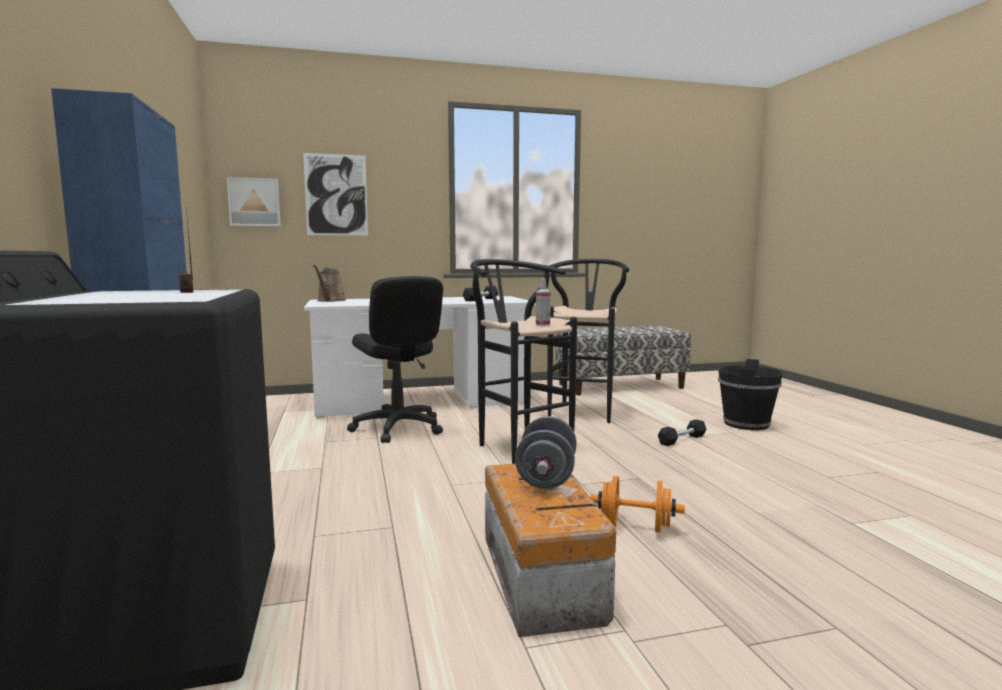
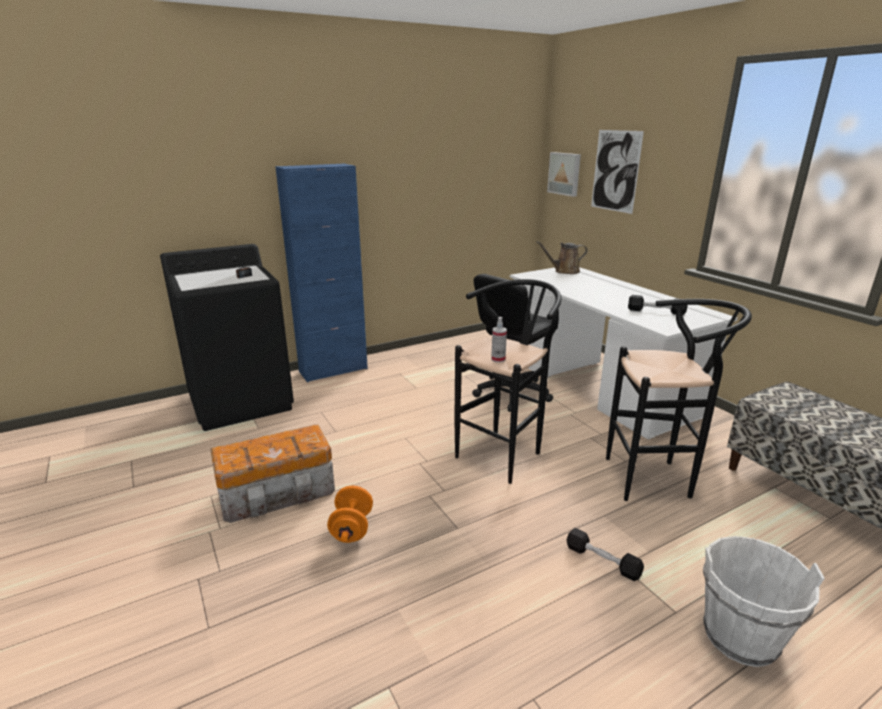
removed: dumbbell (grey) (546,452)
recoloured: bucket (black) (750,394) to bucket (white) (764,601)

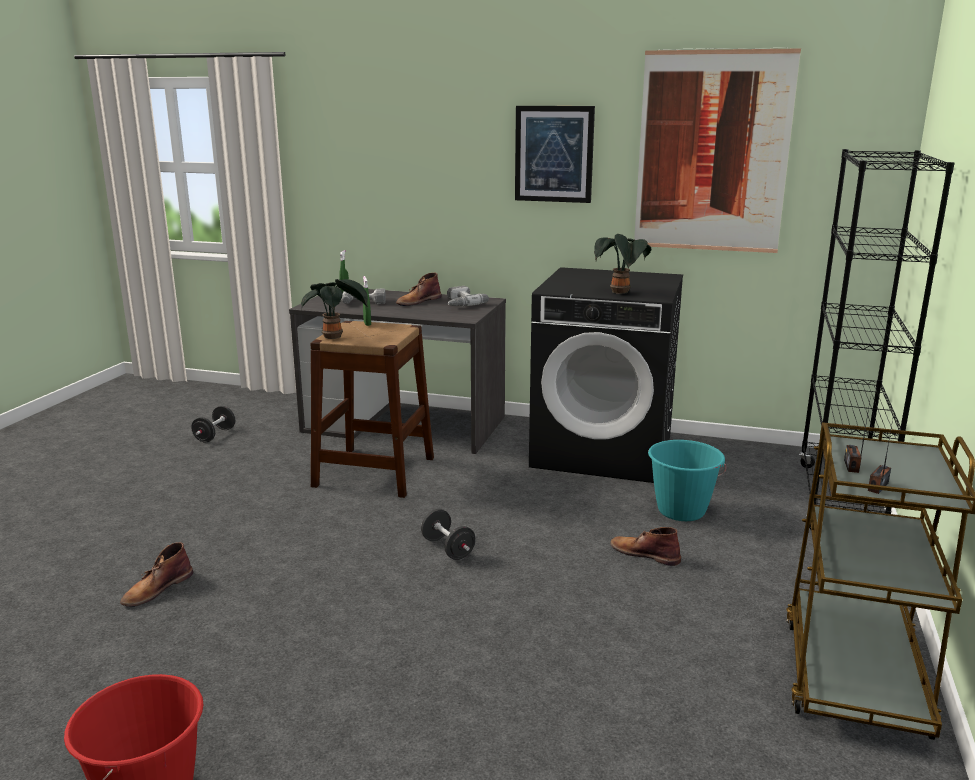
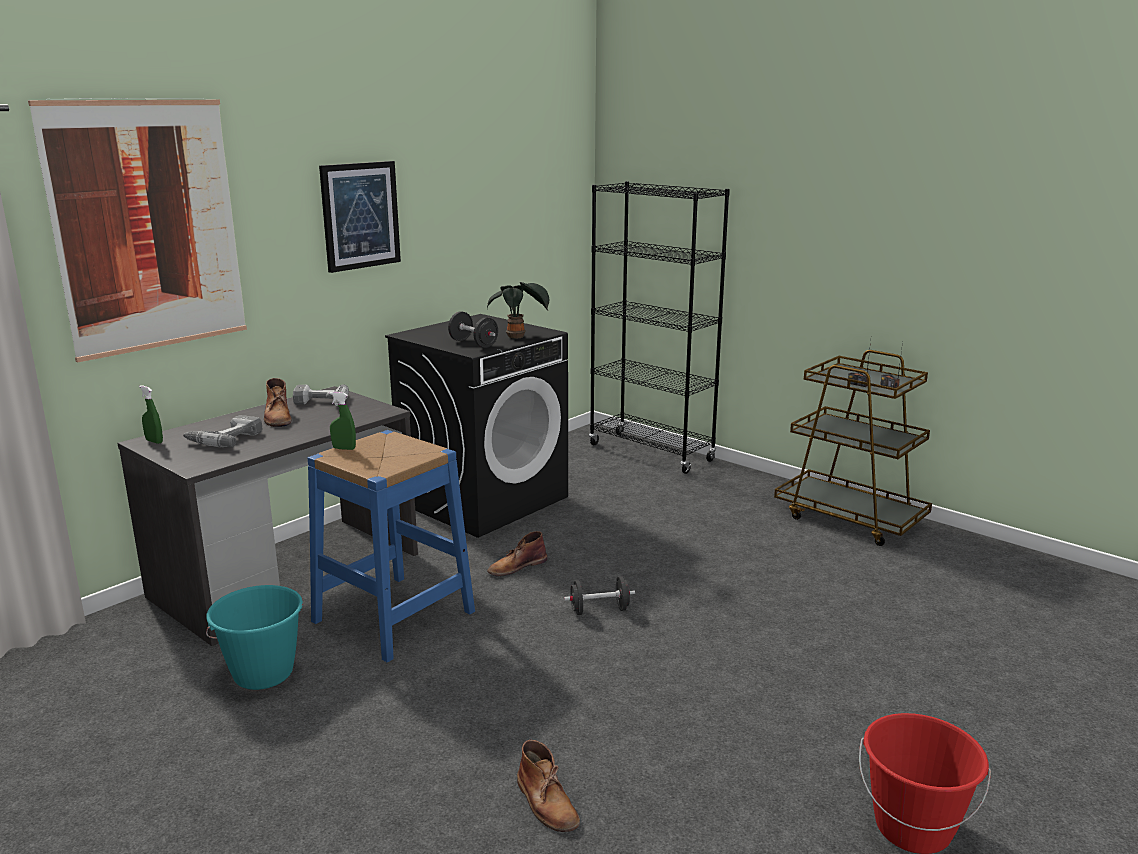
removed: potted plant (334,309)
moved: picture (717,150) to (137,230); bucket (turquoise) (687,480) to (254,637); dumbbell (black) (213,424) to (473,329); boot (brown) (645,546) to (517,553)
recoloured: stool (brown) (372,409) to stool (blue) (391,546)

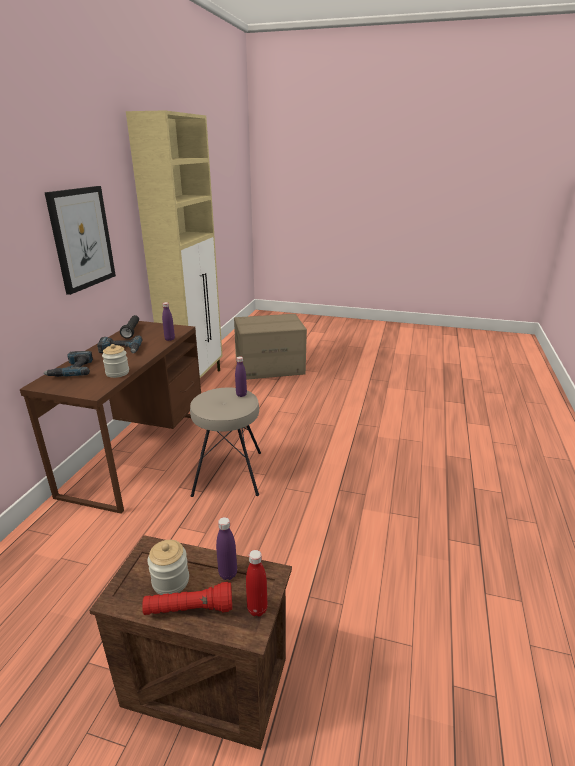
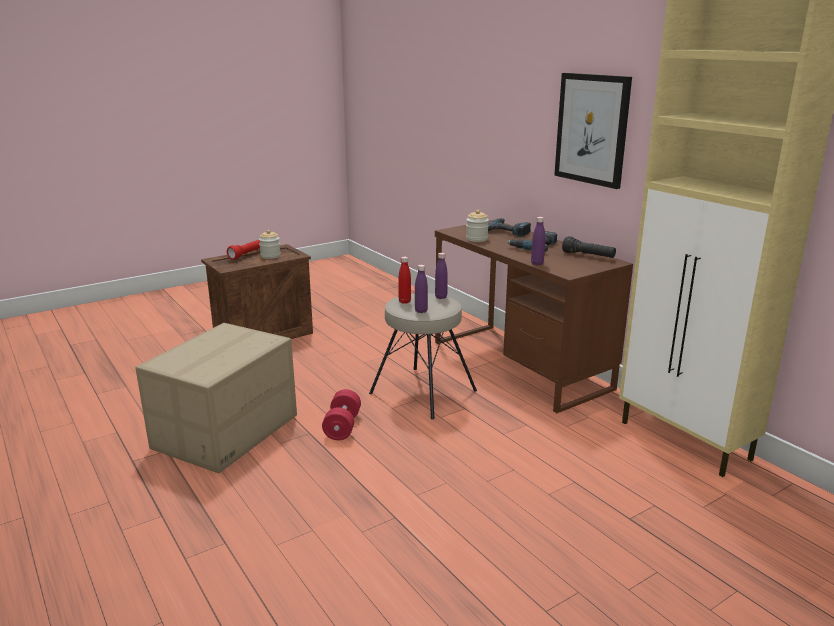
added: dumbbell (red) (341,414)
moved: cardboard box (270,347) to (216,398); bottle (red) (257,583) to (404,280); bottle (purple) (226,548) to (441,276)

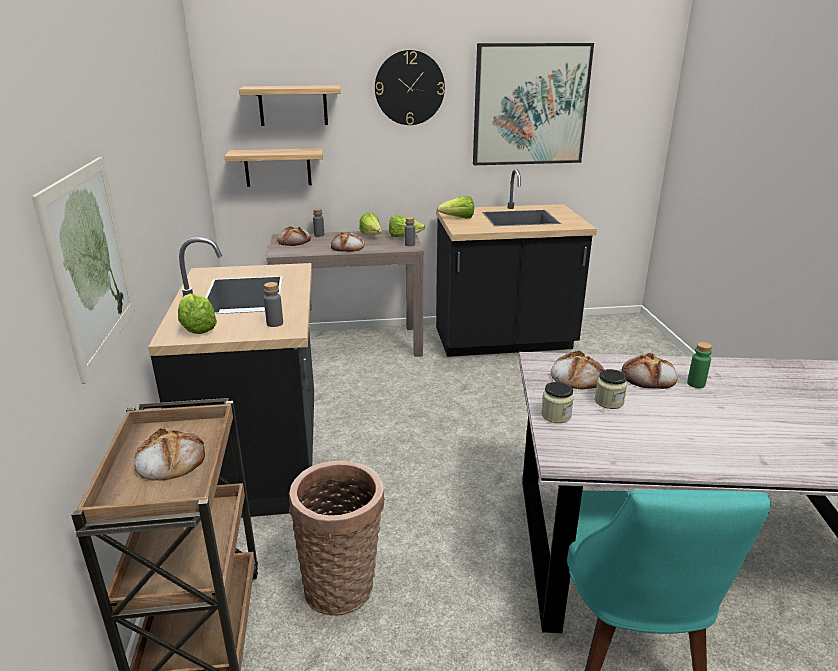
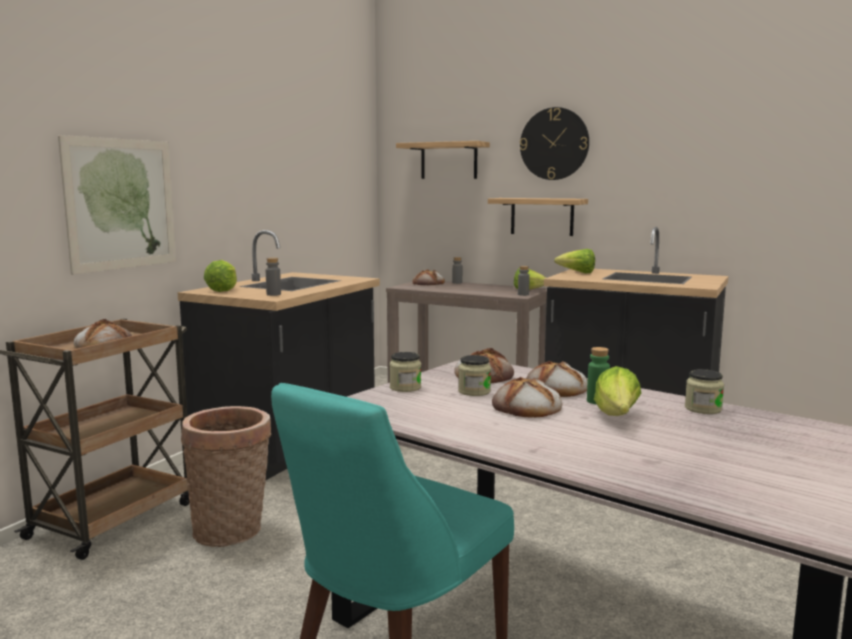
removed: picture (533,104)
added: jar (704,391)
moved: shelf (273,167) to (538,217); bread (348,242) to (527,397); lettuce (370,224) to (617,391)

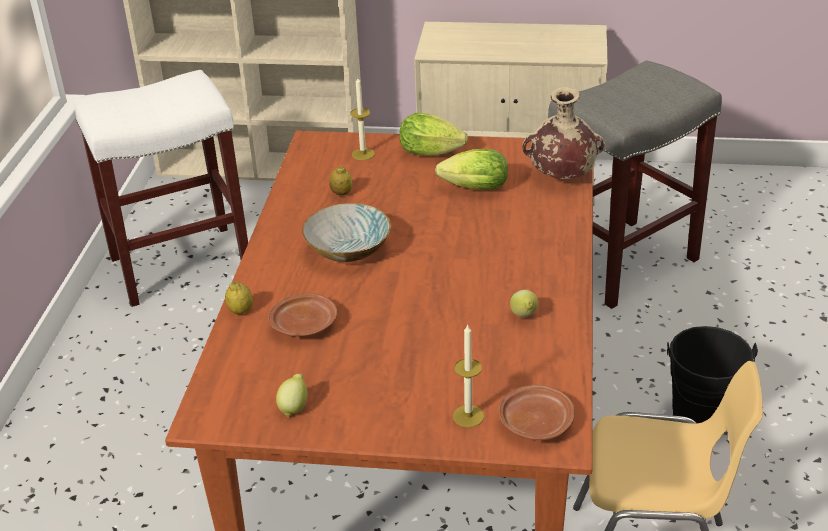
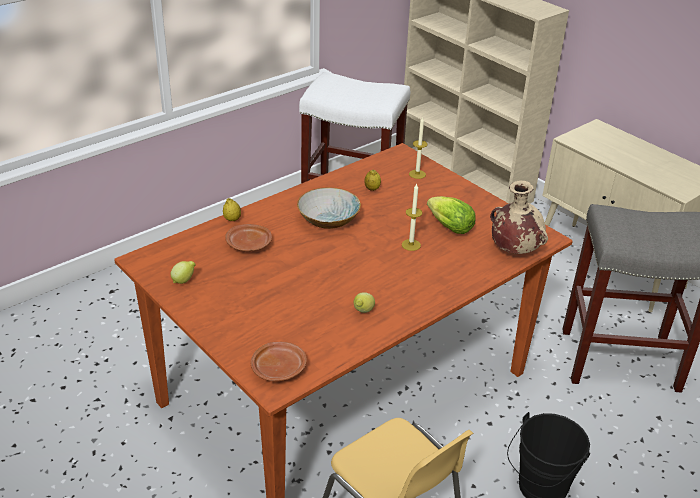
removed: lettuce (433,134)
moved: candle (468,375) to (412,217)

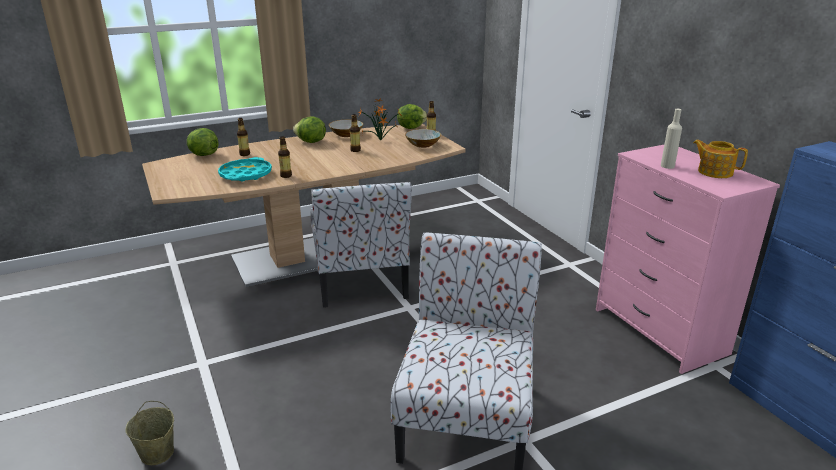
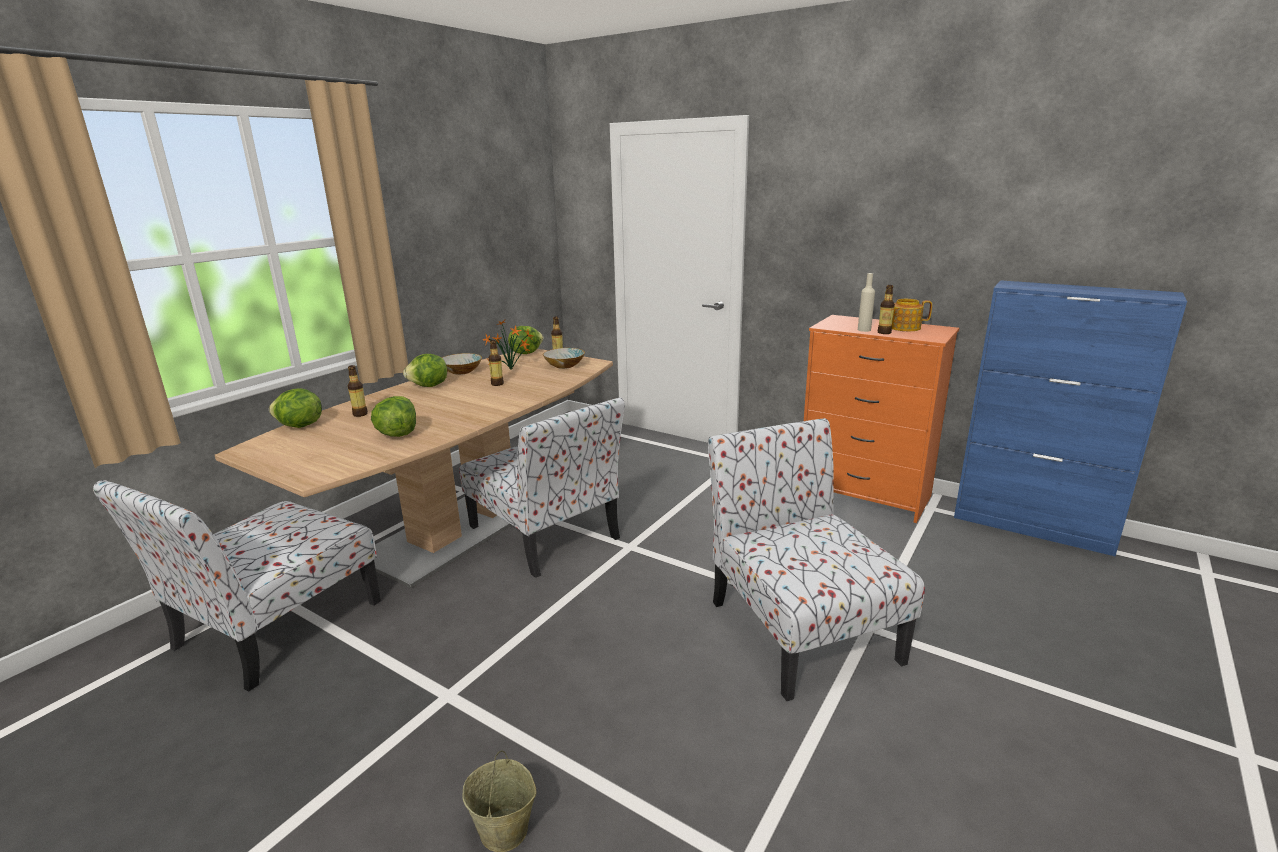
added: chair (237,586)
moved: bottle (285,157) to (886,309)
replaced: tray (turquoise) (245,169) to lettuce (393,416)
recoloured: dresser (pink) (688,259) to dresser (orange) (881,419)

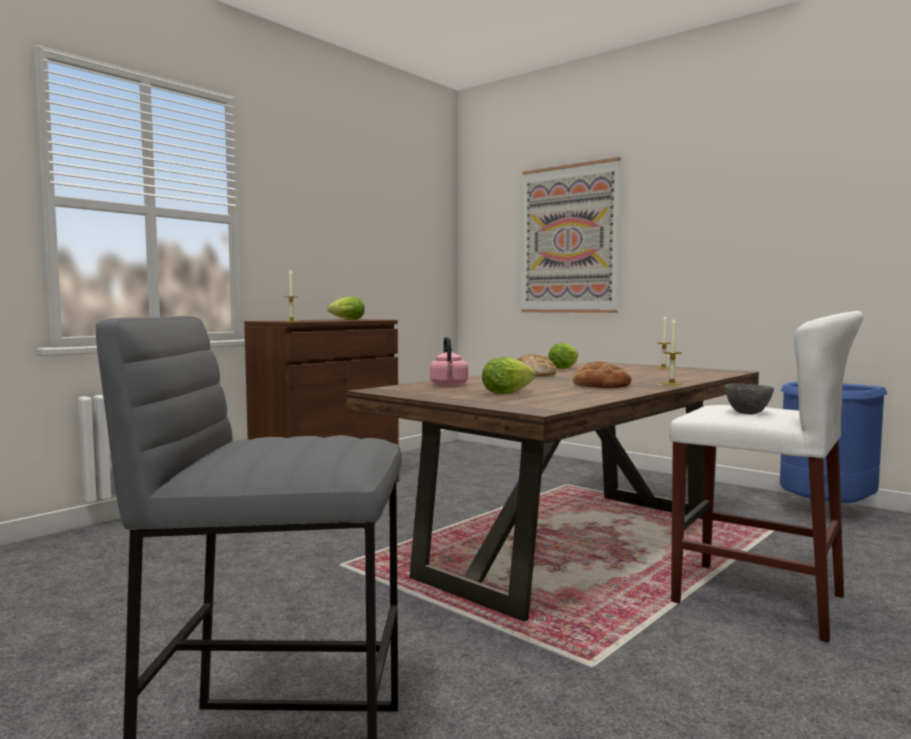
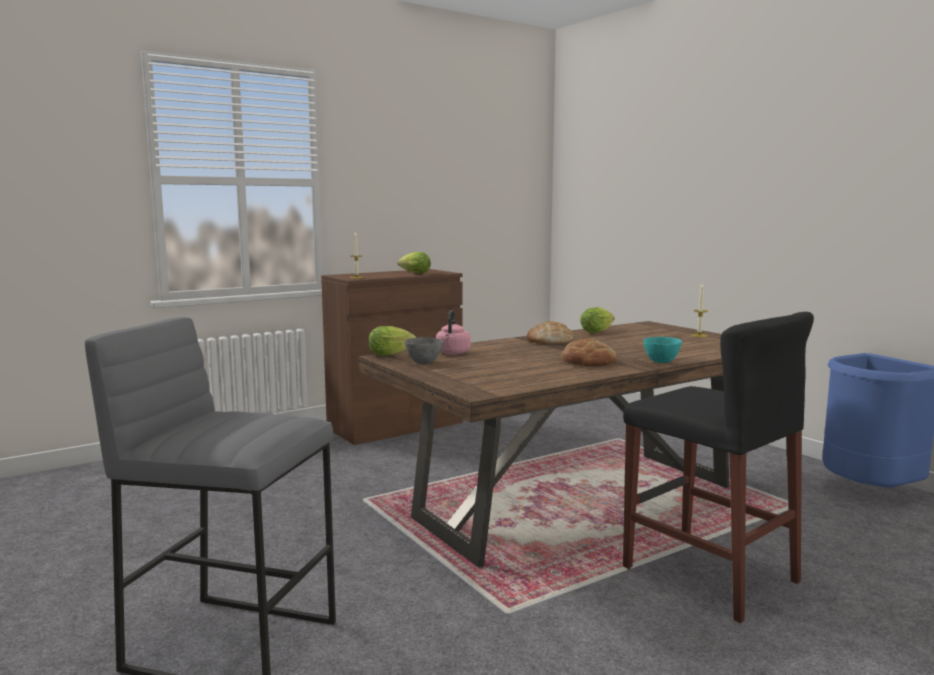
removed: picture (571,235)
moved: lettuce (509,375) to (392,341); bowl (grey) (749,399) to (424,350)
replaced: candle (672,351) to bowl (turquoise) (662,350)
recoloured: stool (white) (766,477) to stool (black) (718,467)

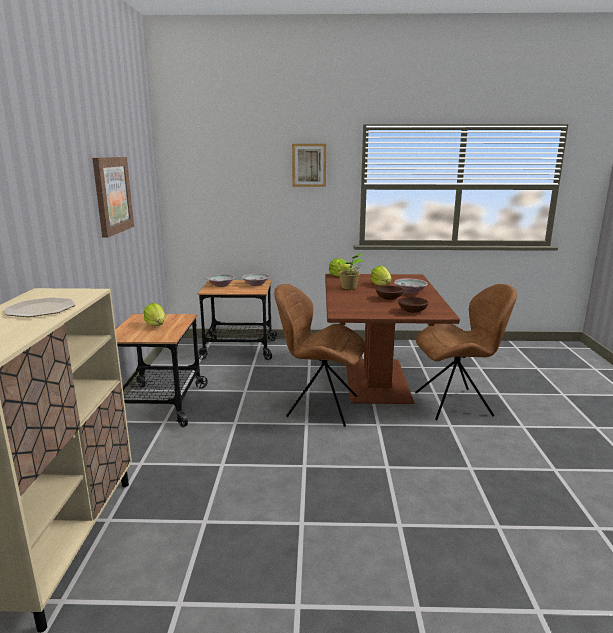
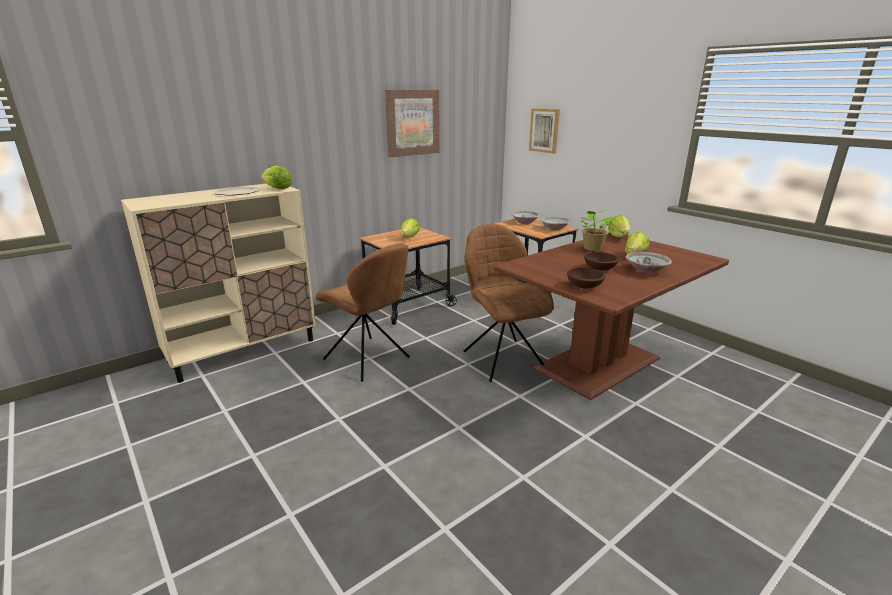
added: lettuce (277,177)
moved: chair (brown) (466,352) to (362,312); picture (309,165) to (544,131)

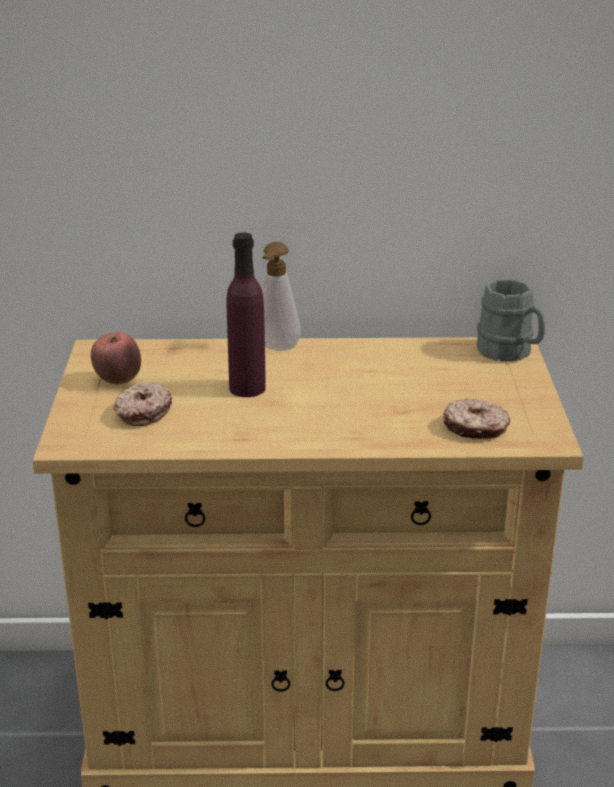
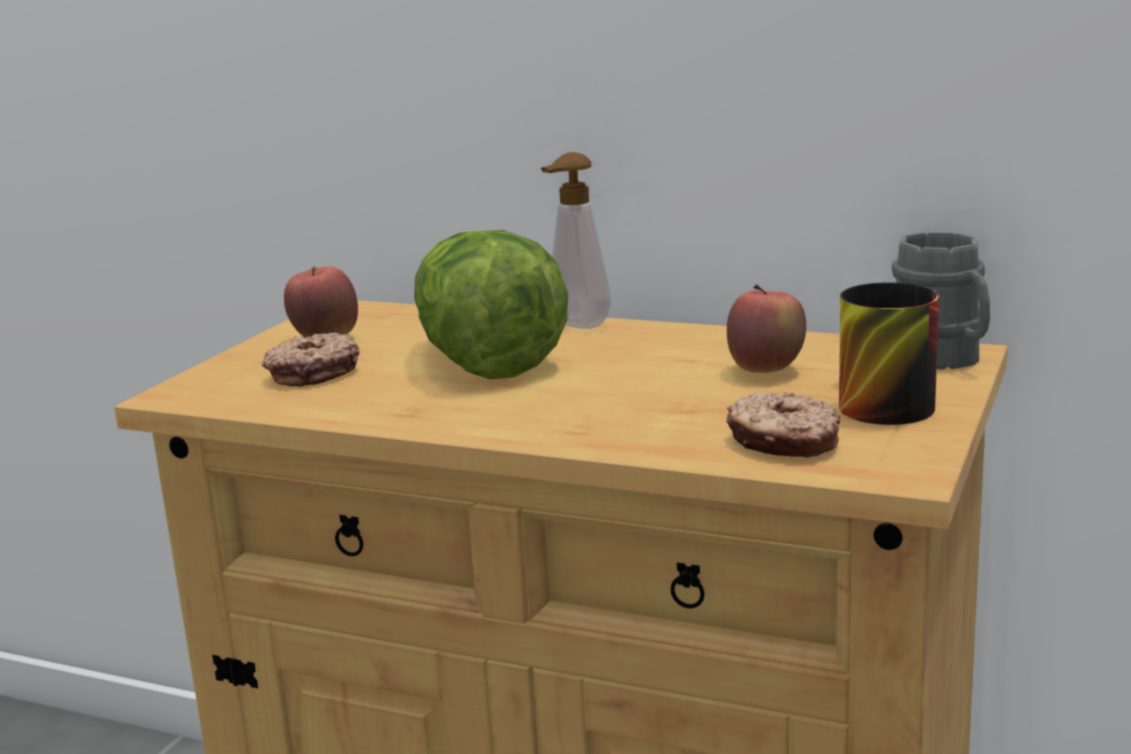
added: apple (766,328); mug (889,354)
replaced: bottle (purple) (246,315) to lettuce (491,304)

